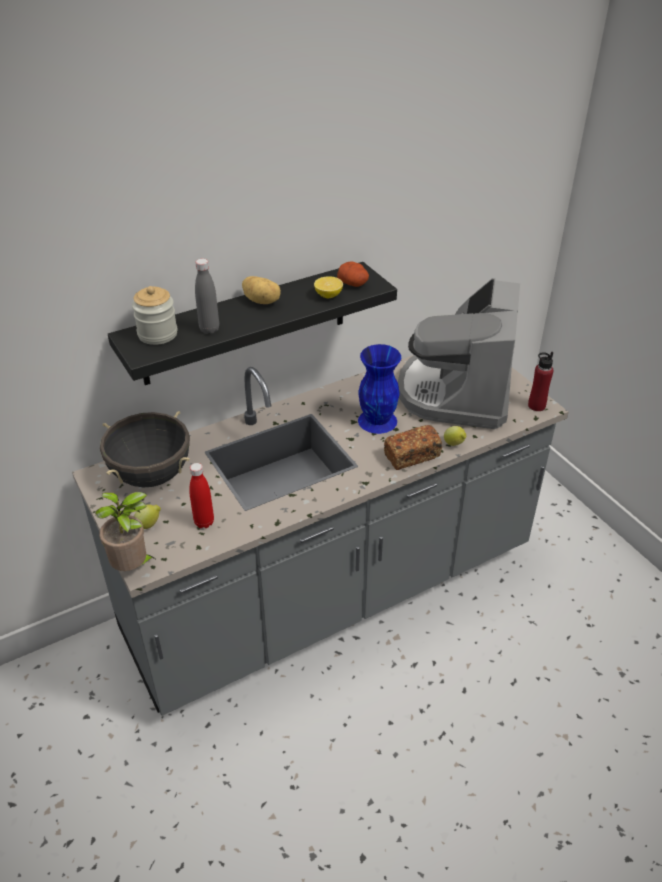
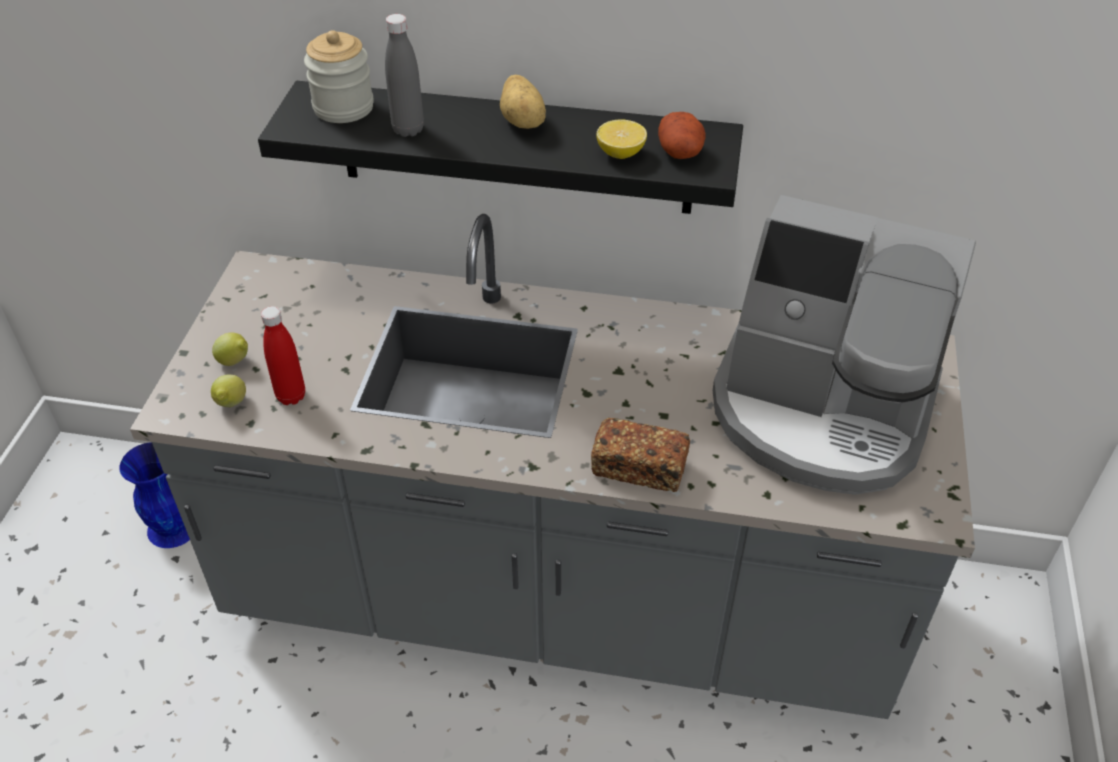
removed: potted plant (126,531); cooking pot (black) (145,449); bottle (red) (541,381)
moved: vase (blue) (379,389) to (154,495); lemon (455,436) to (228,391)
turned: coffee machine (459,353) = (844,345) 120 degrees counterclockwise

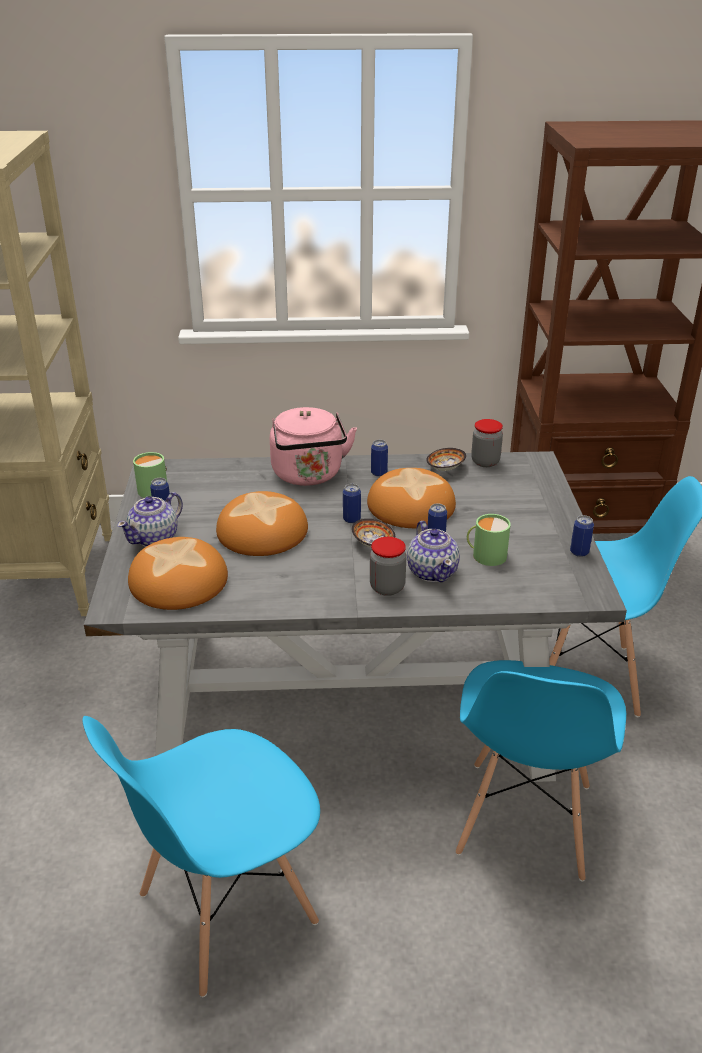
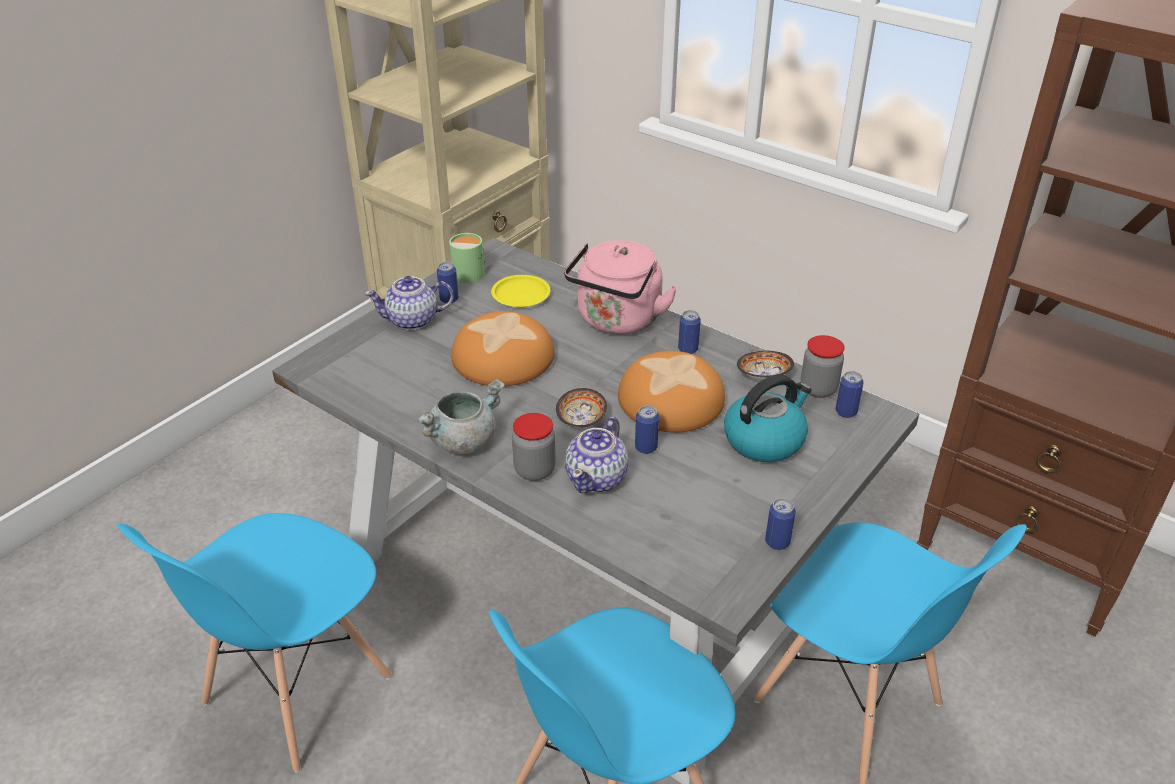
removed: bread (178,573); mug (green) (489,540)
added: cooking pot (grey) (461,416); plate (yellow) (520,291); kettle (768,418)
moved: can (352,503) to (850,394)
turned: chair (blue) (201,856) = (255,642) 60 degrees counterclockwise

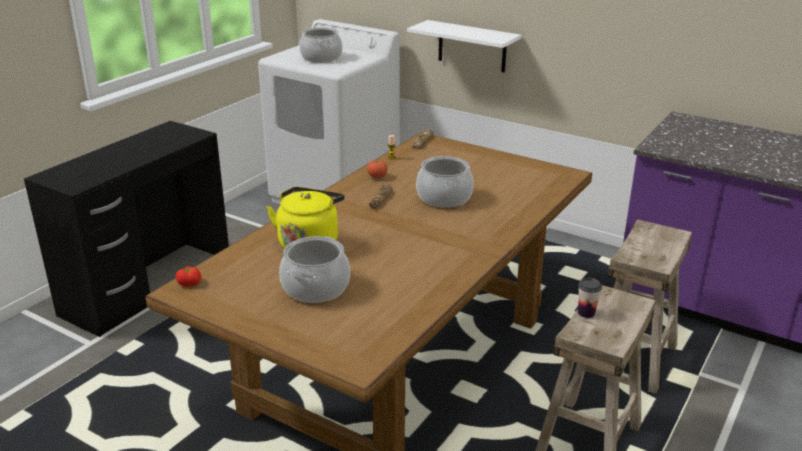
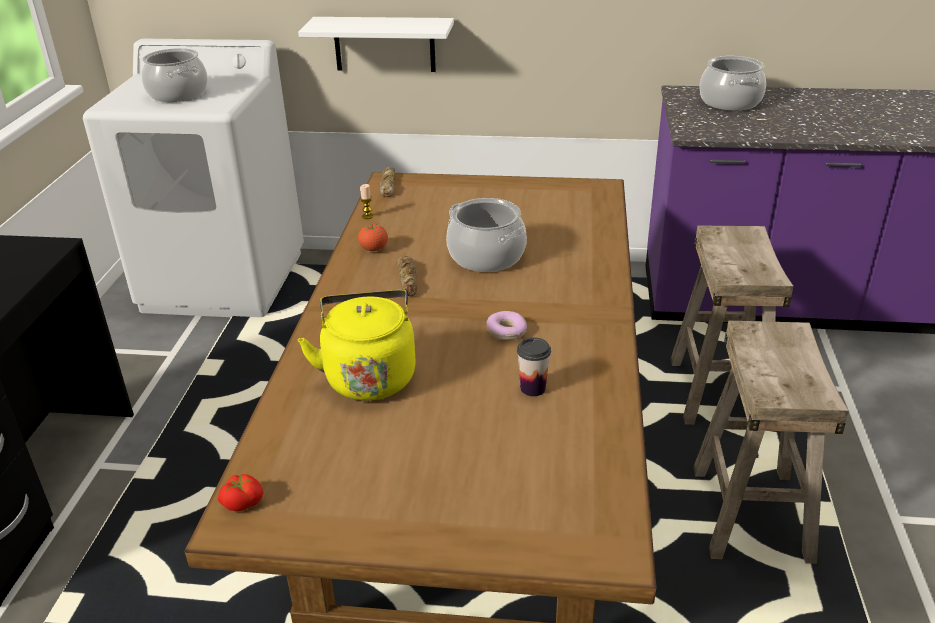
added: donut (507,325)
moved: cup (590,298) to (534,366); cooking pot (314,269) to (732,83)

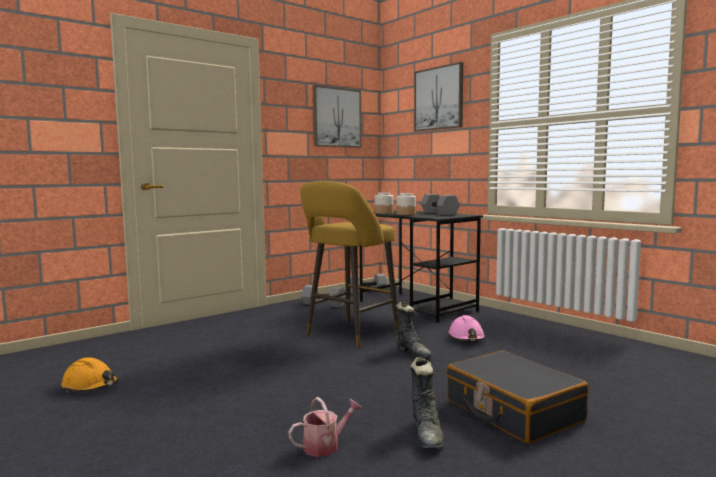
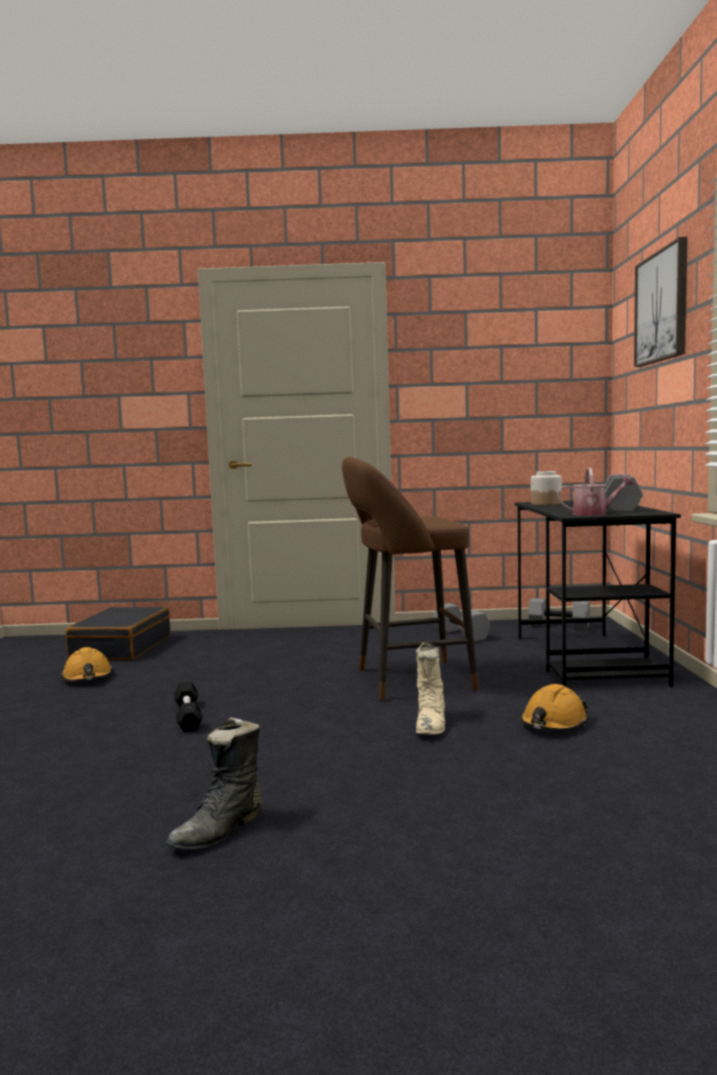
removed: picture (337,116); jar (406,204)
added: dumbbell (black) (188,707)
moved: suitcase (black) (517,397) to (118,633); watering can (325,427) to (596,492)
recoloured: stool (yellow) (349,264) to stool (brown) (410,578); boot (black) (414,330) to boot (beige) (430,689); hard hat (pink) (466,328) to hard hat (orange) (555,707)

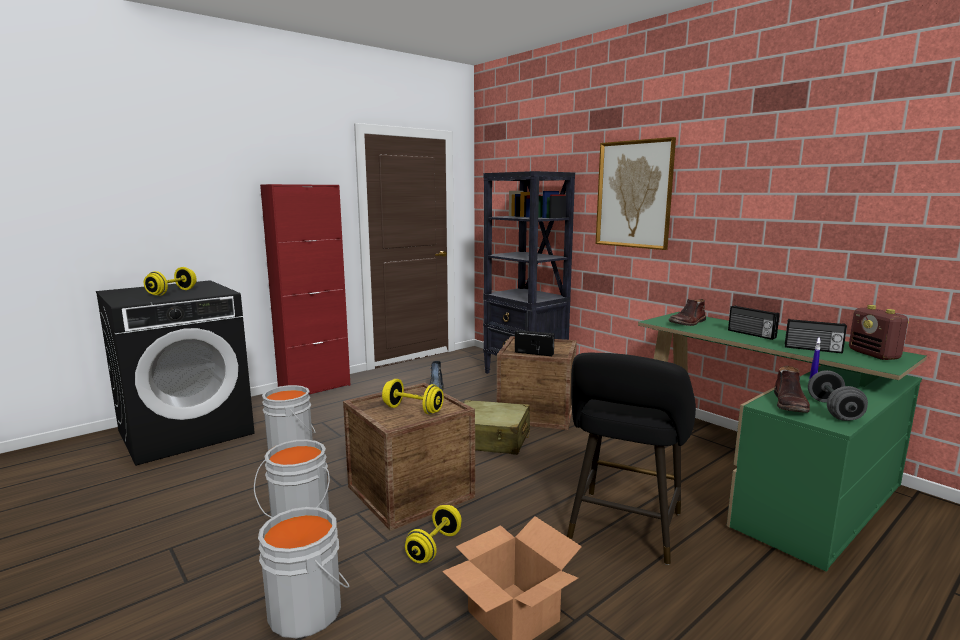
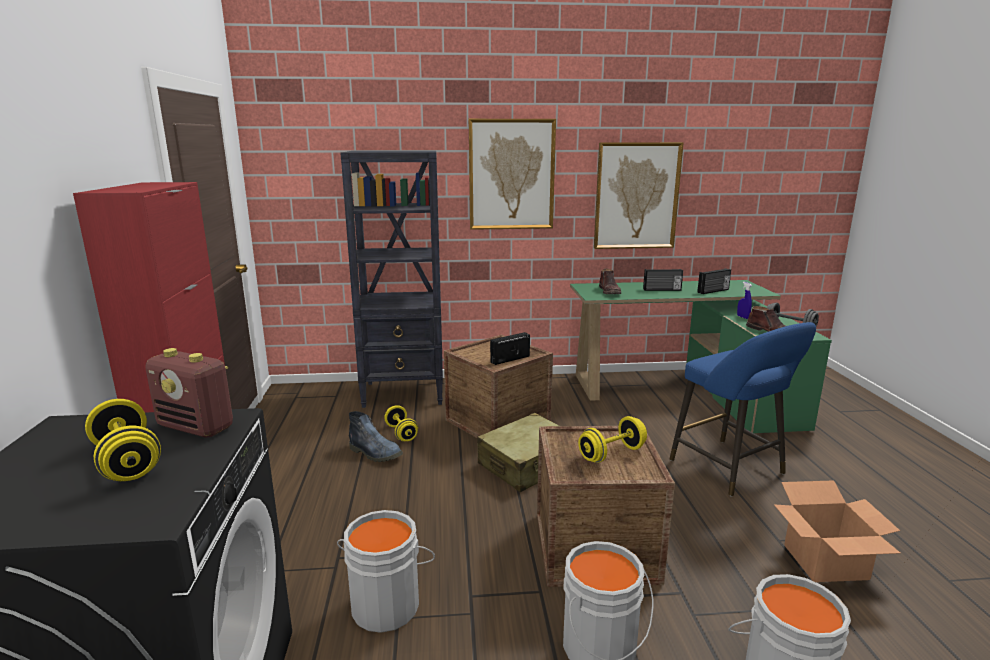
added: picture (639,195)
moved: radio (879,332) to (189,392); dumbbell (yellow) (433,534) to (401,423)
recoloured: stool (black) (631,459) to stool (blue) (743,409)

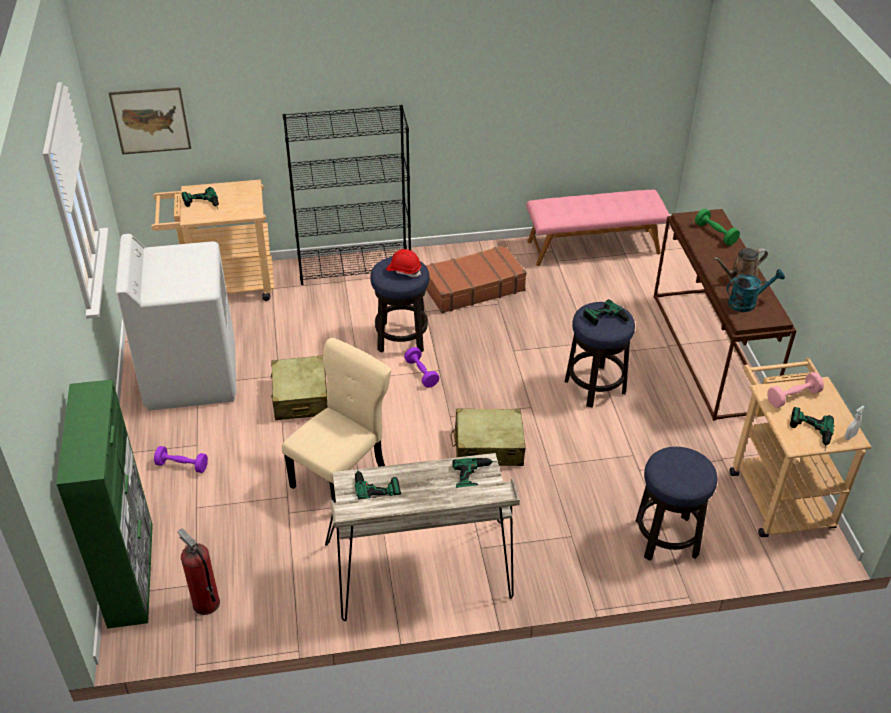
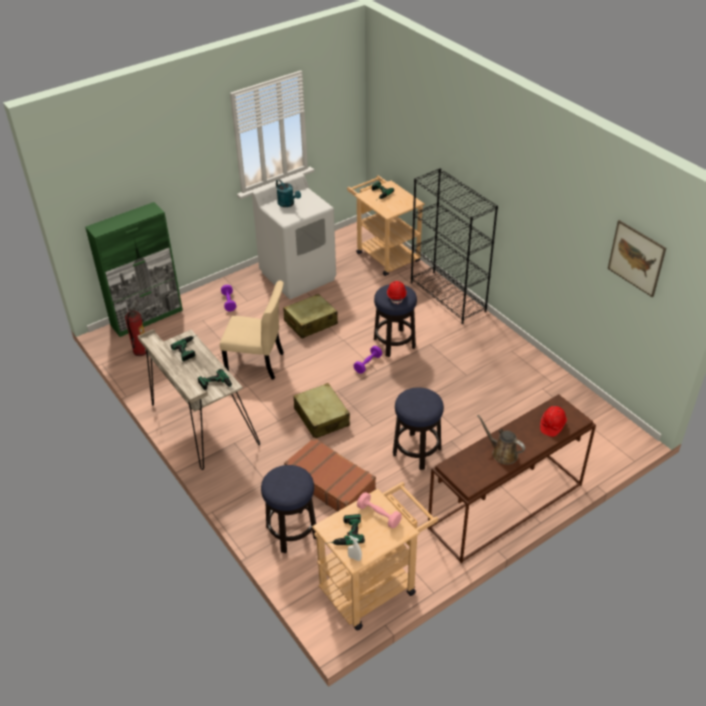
removed: bench (pink) (598,228); power drill (608,312)
moved: watering can (turquoise) (756,290) to (288,193); suitcase (brown) (476,279) to (330,474); picture (150,121) to (637,258)
replaced: dumbbell (green) (717,227) to hard hat (red) (553,421)

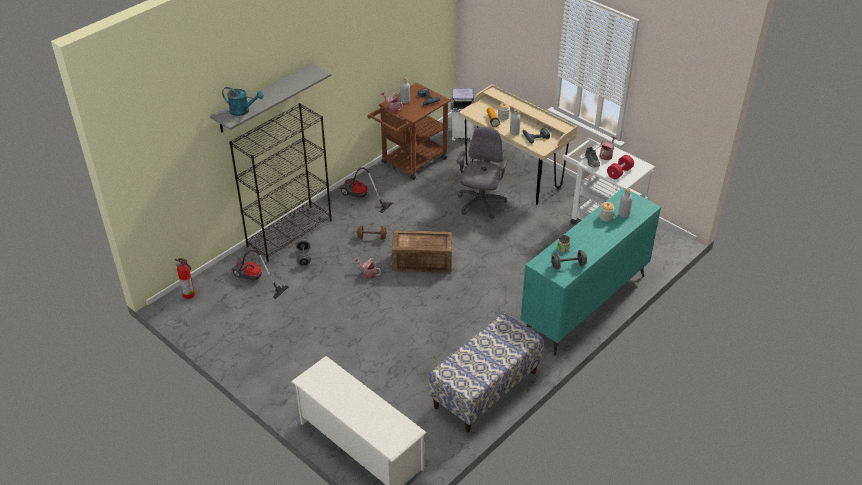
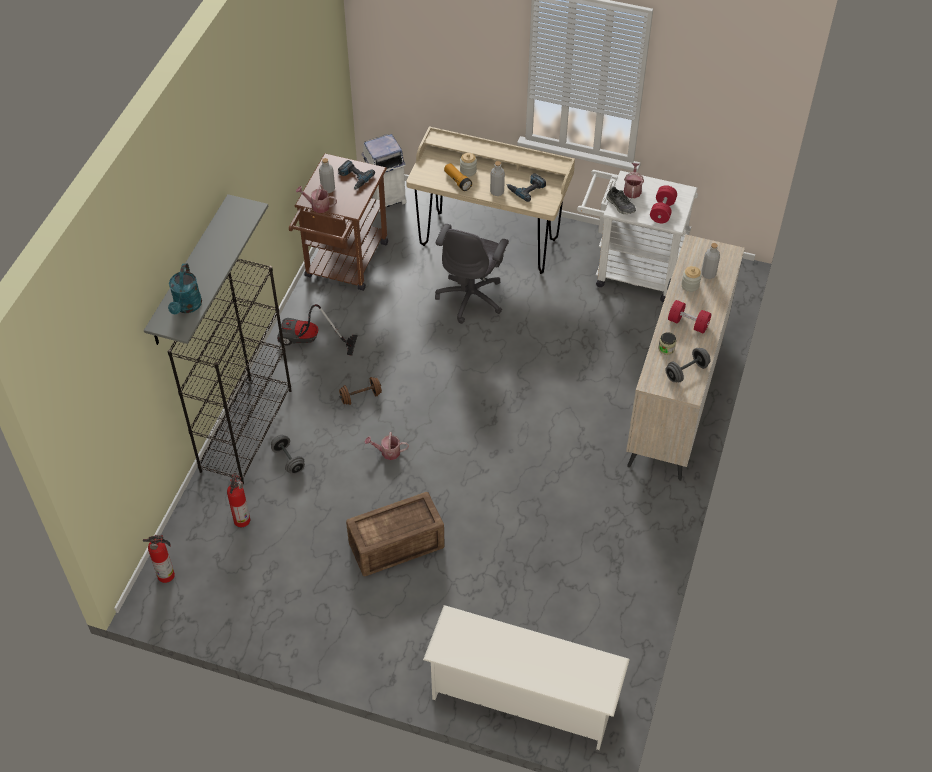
removed: bench (486,373)
added: dumbbell (red) (689,316)
moved: crate (422,252) to (395,534)
replaced: vacuum cleaner (260,274) to fire extinguisher (238,500)
recoloured: dresser (turquoise) (590,271) to dresser (beige) (685,357)
turned: watering can (turquoise) (243,101) = (185,288) 105 degrees clockwise; office chair (grey) (483,173) = (472,274) 150 degrees counterclockwise

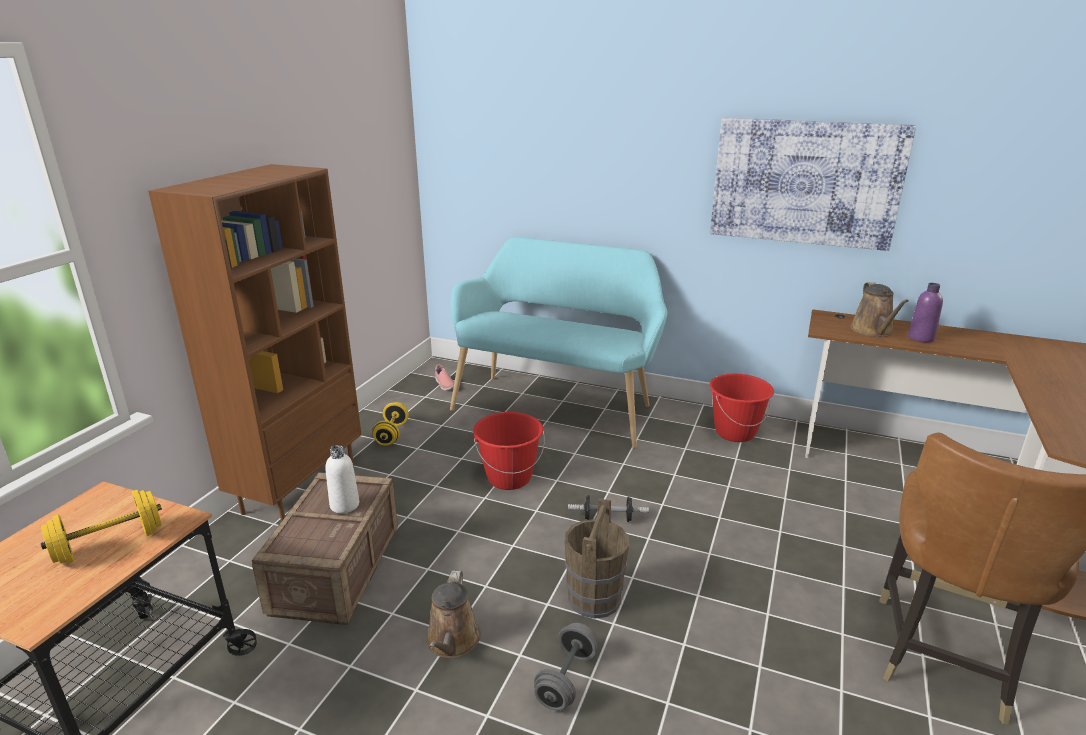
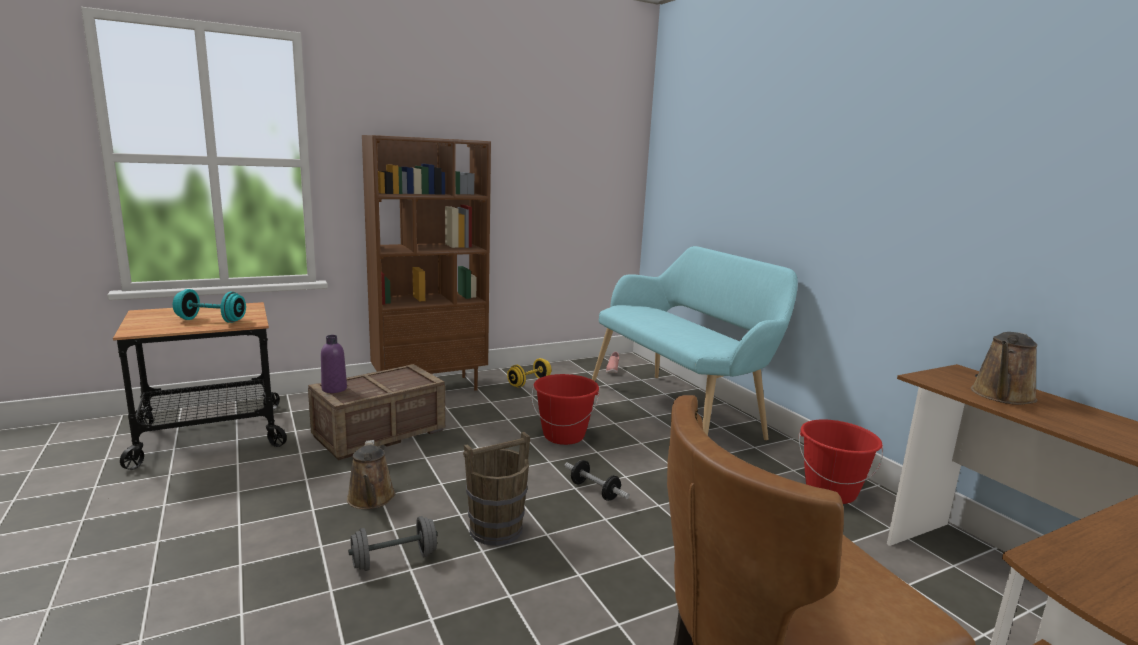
removed: bottle (white) (342,479); picture (813,184)
moved: bottle (purple) (925,312) to (334,364)
recoloured: dumbbell (yellow) (101,527) to dumbbell (turquoise) (209,306)
turned: watering can (brown) (453,614) = (371,474) 60 degrees counterclockwise

